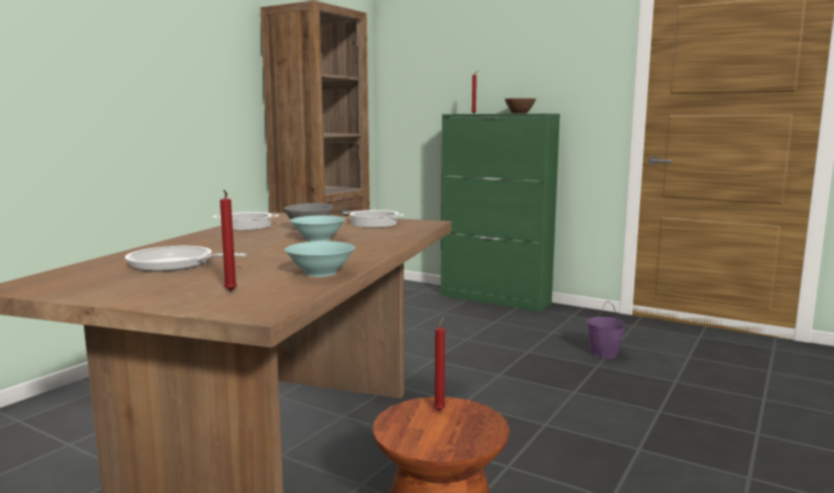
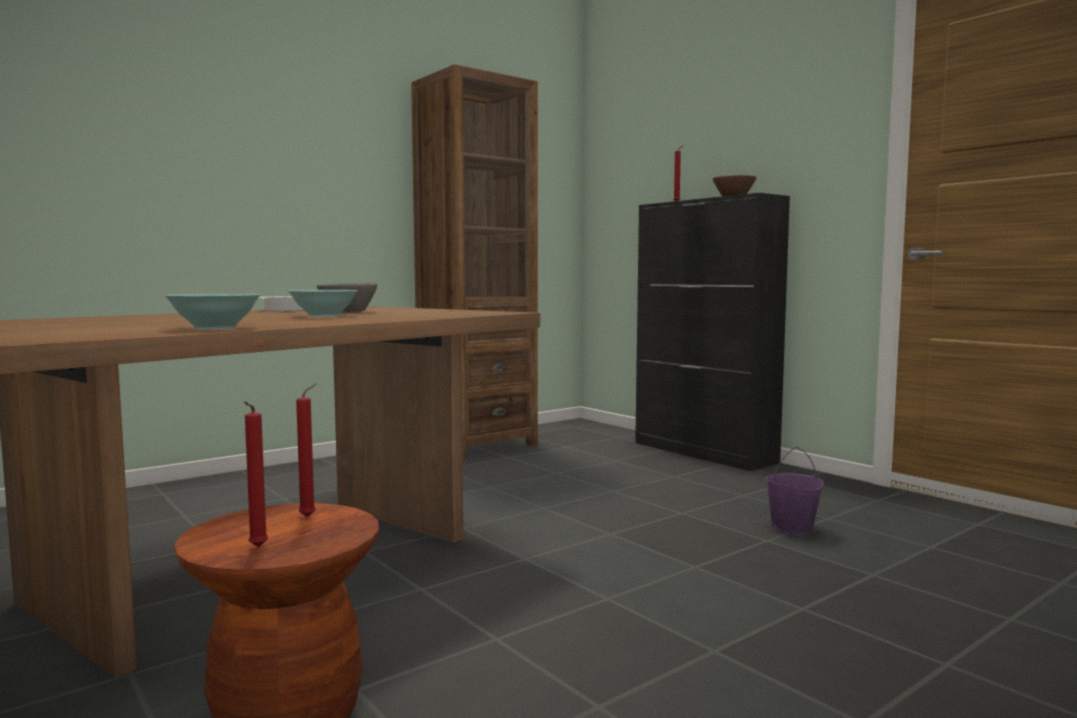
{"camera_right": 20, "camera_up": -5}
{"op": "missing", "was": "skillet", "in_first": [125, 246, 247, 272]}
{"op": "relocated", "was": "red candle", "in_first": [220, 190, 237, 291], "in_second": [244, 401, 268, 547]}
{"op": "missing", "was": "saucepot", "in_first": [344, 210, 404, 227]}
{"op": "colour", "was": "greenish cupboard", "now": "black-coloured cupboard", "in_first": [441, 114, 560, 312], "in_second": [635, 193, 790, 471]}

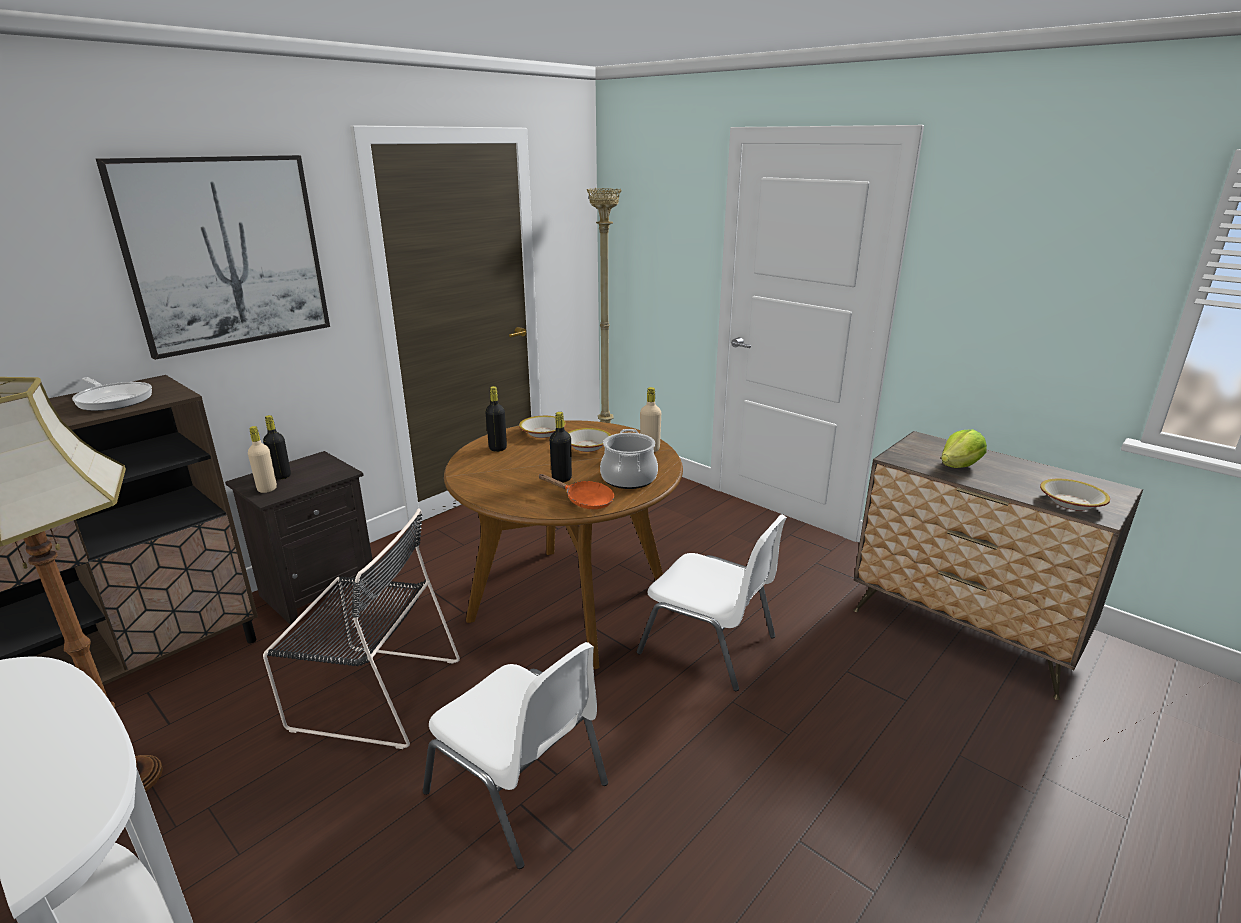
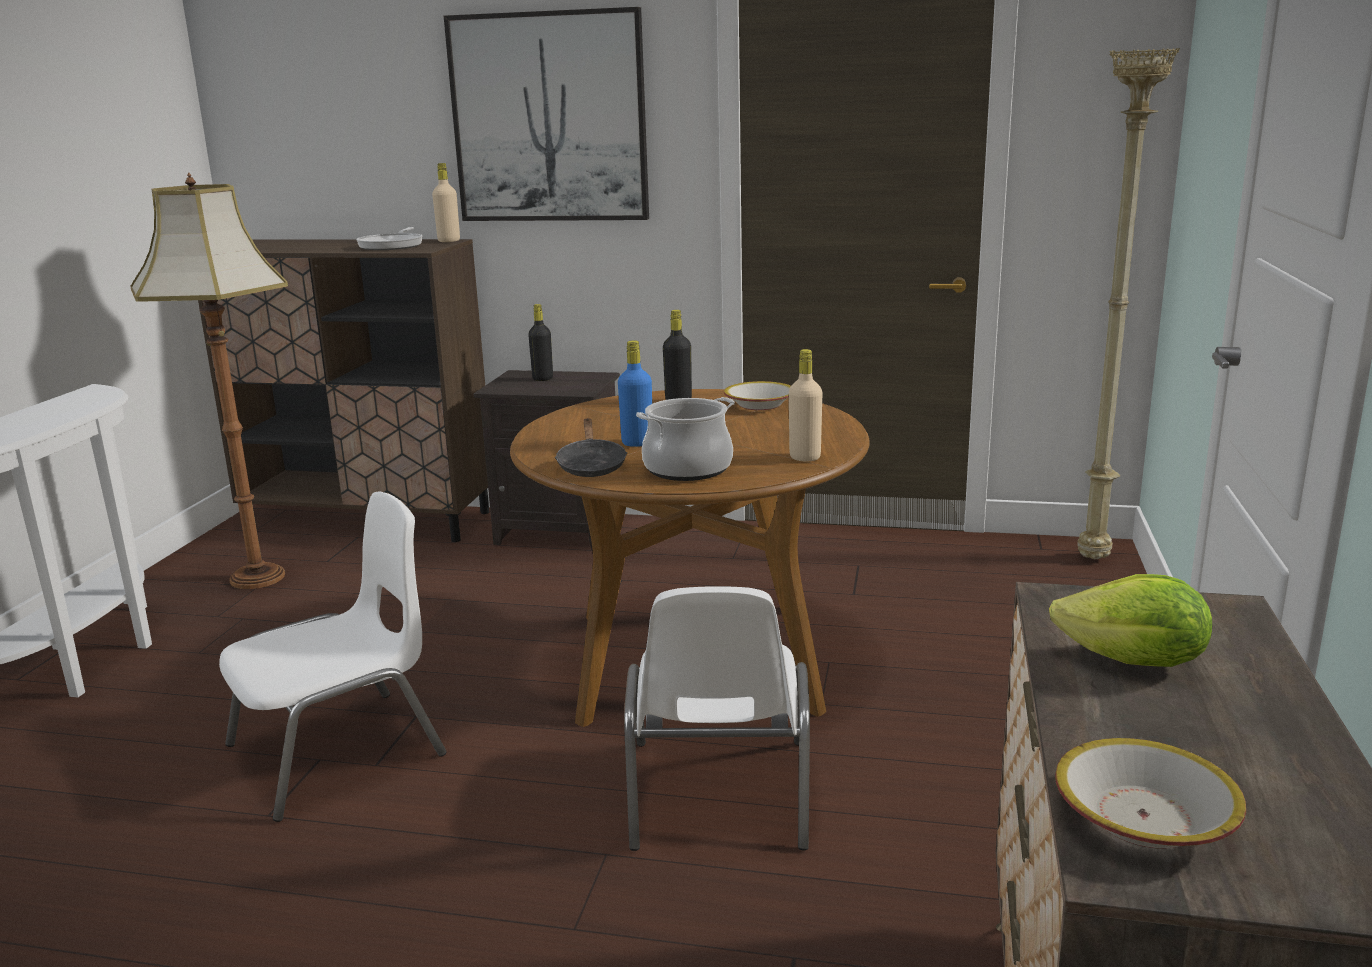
{"camera_right": 60, "camera_up": -5}
{"op": "relocated", "was": "sand-coloured beverage bottle", "in_first": [248, 426, 277, 493], "in_second": [432, 163, 460, 242]}
{"op": "missing", "was": "black-coloured upright chair", "in_first": [263, 508, 460, 749]}
{"op": "spun", "was": "white-coloured upright chair", "in_first": [423, 642, 608, 869], "in_second": [219, 492, 446, 822], "clockwise": -135}
{"op": "colour", "was": "orange skillet", "now": "black-coloured skillet", "in_first": [538, 474, 614, 509], "in_second": [555, 418, 628, 477]}
{"op": "colour", "was": "black-coloured beverage bottle", "now": "blue-coloured beverage bottle", "in_first": [550, 412, 572, 483], "in_second": [618, 340, 652, 447]}
{"op": "missing", "was": "deep dish", "in_first": [568, 428, 611, 452]}

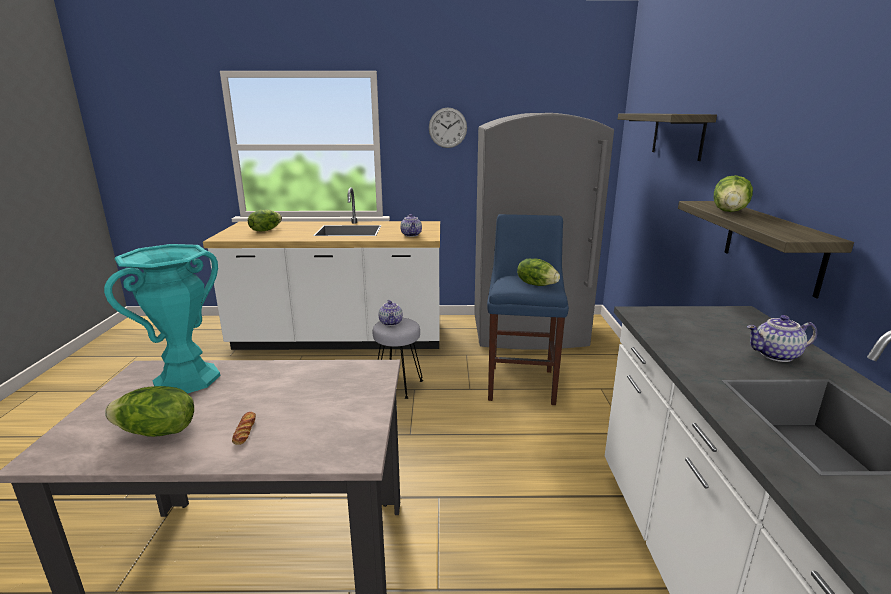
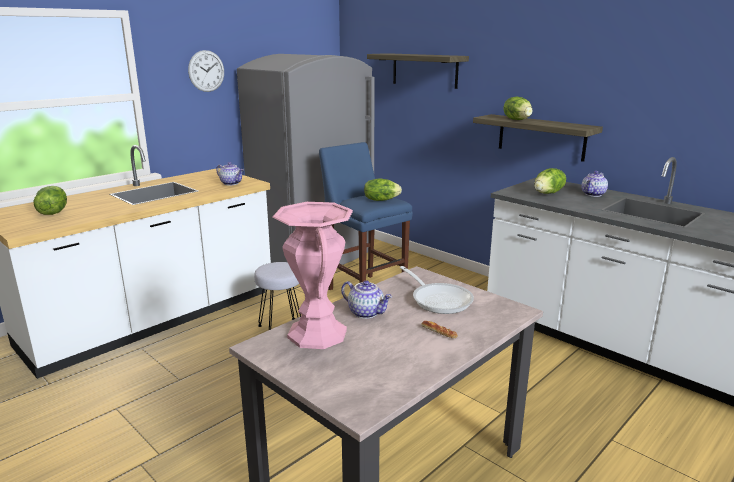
{"camera_right": -45, "camera_up": 0}
{"op": "colour", "was": "turquoise decorative vase", "now": "pinkish decorative vase", "in_first": [104, 244, 220, 394], "in_second": [272, 202, 353, 349]}
{"op": "relocated", "was": "lettuce head", "in_first": [105, 386, 194, 437], "in_second": [534, 168, 566, 194]}
{"op": "relocated", "was": "tea pot", "in_first": [379, 300, 403, 326], "in_second": [341, 280, 392, 319]}
{"op": "appeared", "now": "skillet", "in_second": [400, 266, 474, 314]}

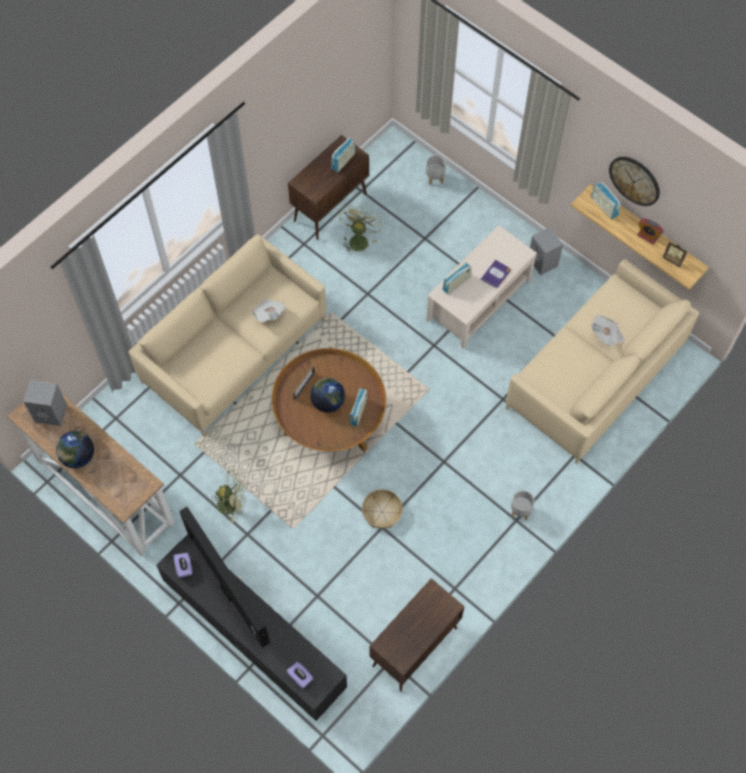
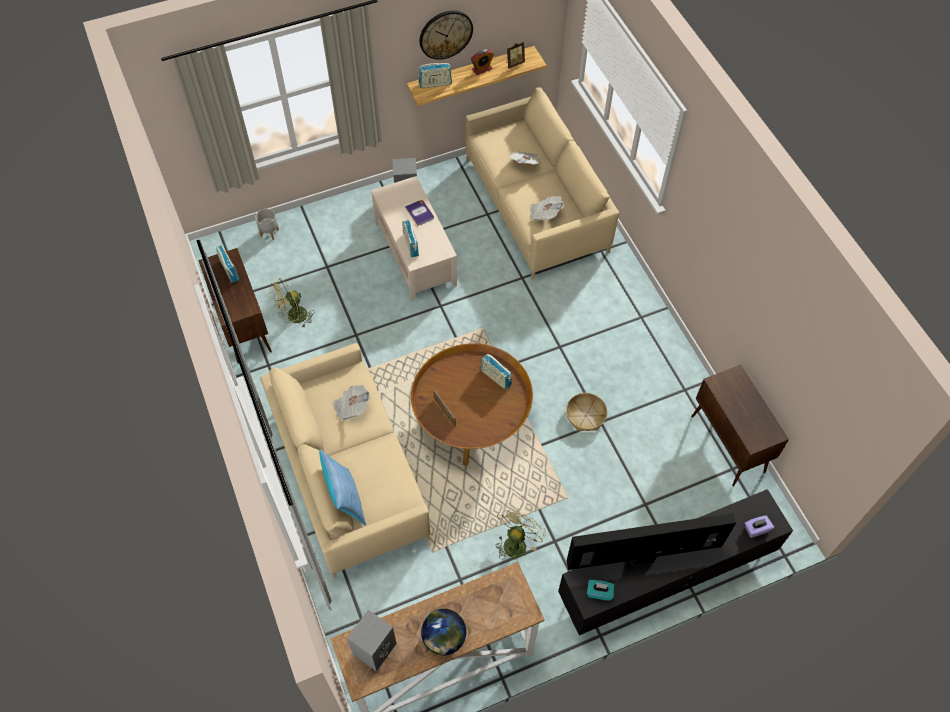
{"camera_right": -65, "camera_up": -5}
{"op": "colour", "was": "purplish tissue box", "now": "turquoise tissue box", "in_first": [173, 553, 192, 578], "in_second": [587, 580, 614, 601]}
{"op": "missing", "was": "desk globe", "in_first": [310, 378, 345, 413]}
{"op": "spun", "was": "greenish cooling fan", "in_first": [339, 205, 382, 255], "in_second": [270, 278, 314, 327], "clockwise": -75}
{"op": "missing", "was": "gray planter", "in_first": [511, 491, 535, 520]}
{"op": "appeared", "now": "pillow", "in_second": [319, 449, 366, 526]}
{"op": "appeared", "now": "daily paper", "in_second": [530, 196, 564, 220]}

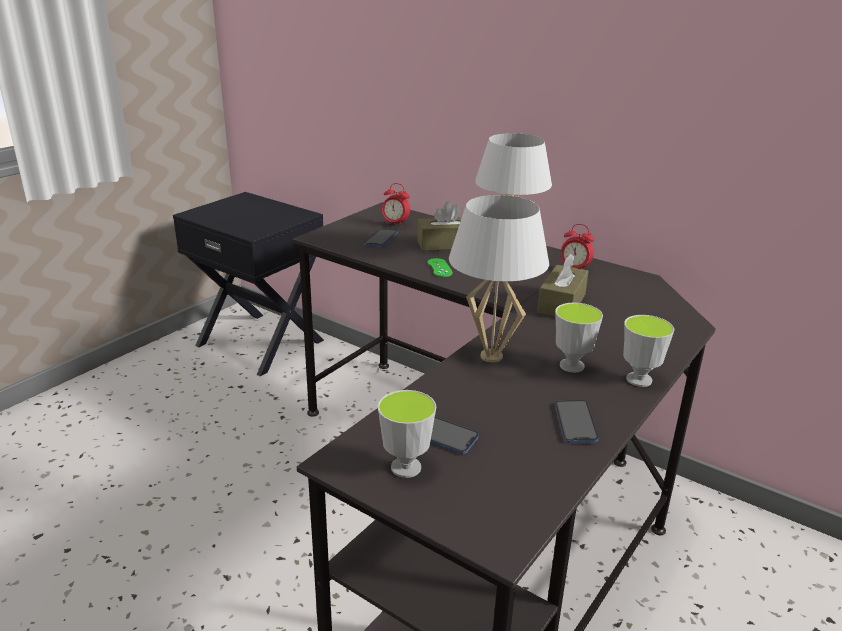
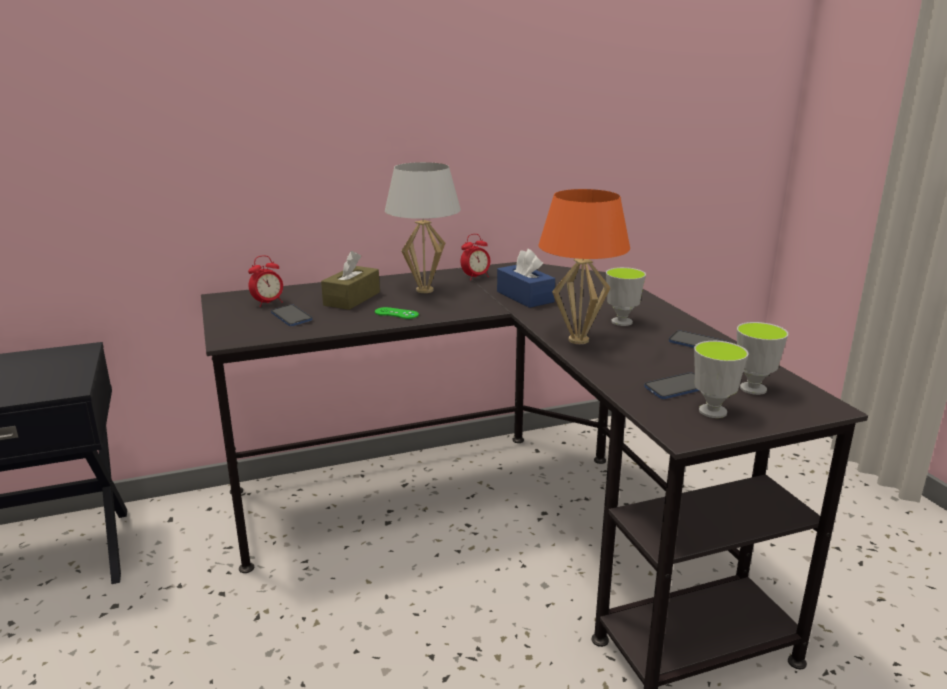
{"camera_right": -55, "camera_up": -5}
{"op": "colour", "was": "white-coloured tabletop lamp", "now": "orange tabletop lamp", "in_first": [449, 195, 549, 363], "in_second": [539, 189, 630, 344]}
{"op": "colour", "was": "brownish tissue box", "now": "blue-coloured tissue box", "in_first": [537, 254, 589, 317], "in_second": [497, 249, 555, 308]}
{"op": "relocated", "was": "drinking cup", "in_first": [623, 315, 674, 387], "in_second": [737, 322, 789, 395]}

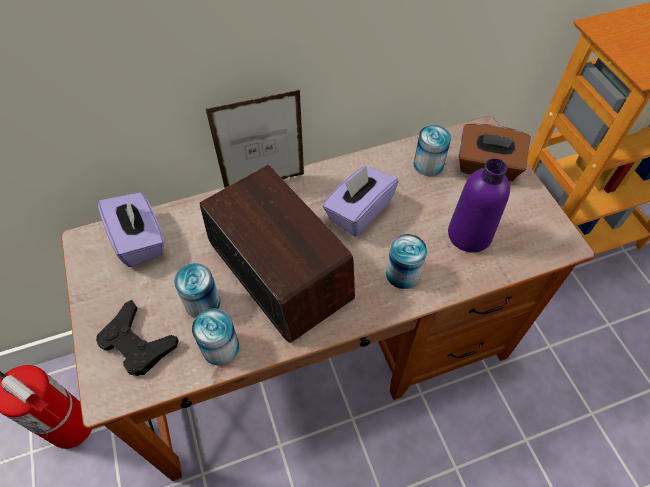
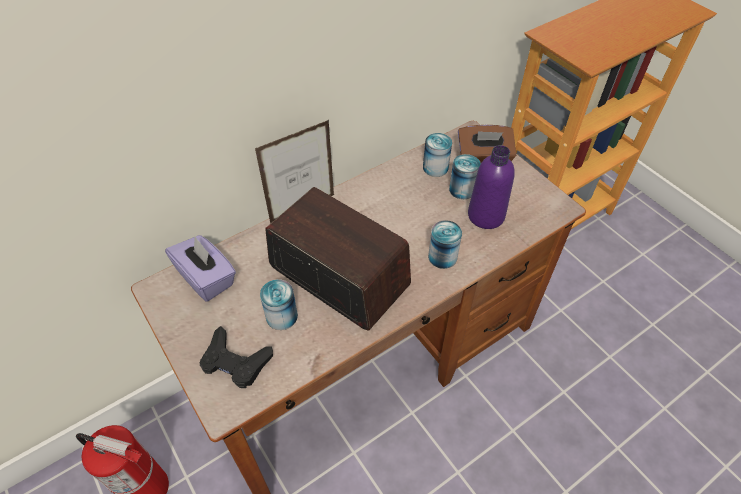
{"camera_right": -15, "camera_up": -5}
{"op": "relocated", "was": "metal can", "in_first": [192, 308, 239, 365], "in_second": [449, 154, 481, 199]}
{"op": "missing", "was": "purplish tissue box", "in_first": [323, 166, 398, 237]}

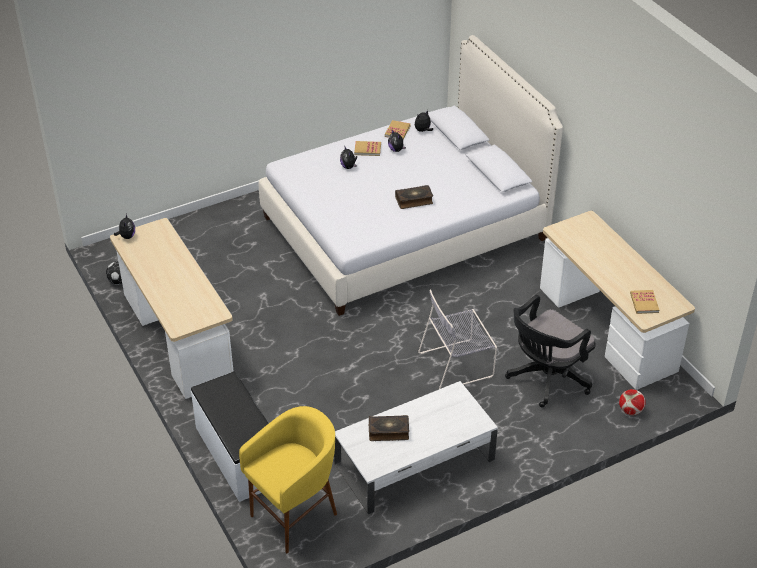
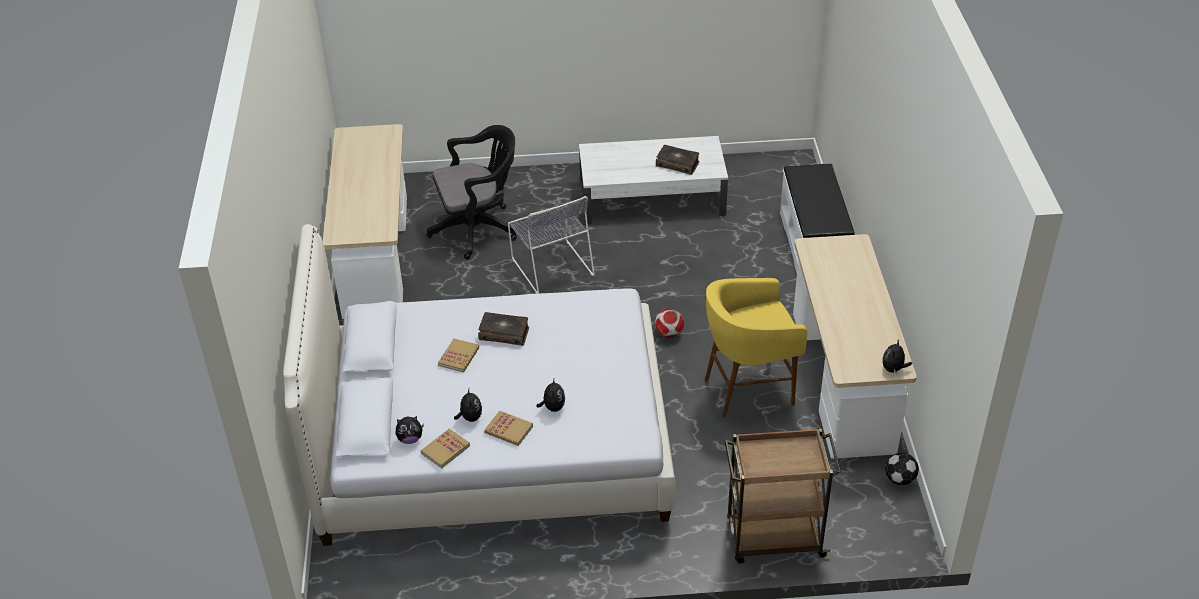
{"camera_right": -155, "camera_up": 0}
{"op": "relocated", "was": "yellow-coloured stool", "in_first": [239, 406, 337, 553], "in_second": [705, 278, 807, 417]}
{"op": "spun", "was": "gray upright chair", "in_first": [418, 290, 497, 389], "in_second": [508, 196, 595, 294], "clockwise": 60}
{"op": "relocated", "was": "football ball", "in_first": [619, 389, 646, 415], "in_second": [655, 309, 684, 338]}
{"op": "relocated", "was": "bound book", "in_first": [630, 290, 659, 314], "in_second": [438, 338, 479, 372]}
{"op": "appeared", "now": "brownish cart", "in_second": [724, 429, 841, 564]}

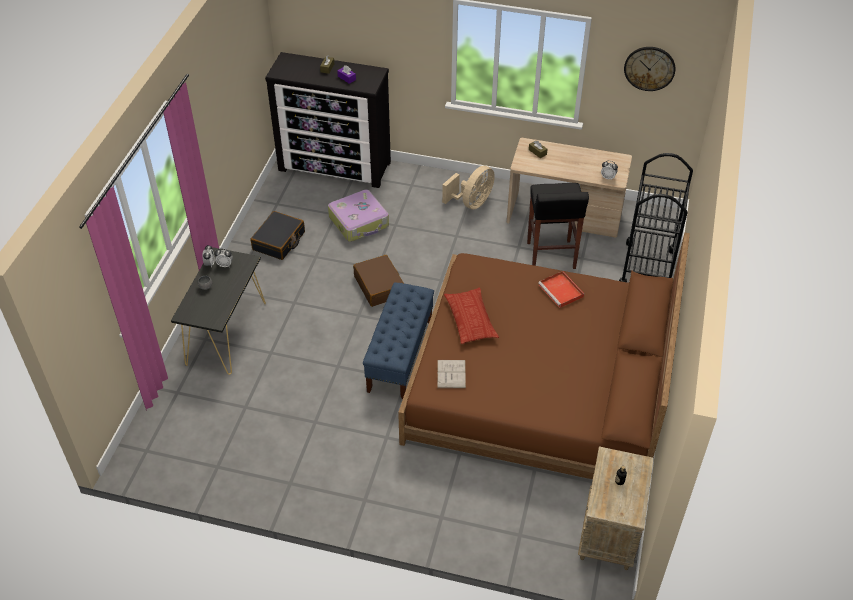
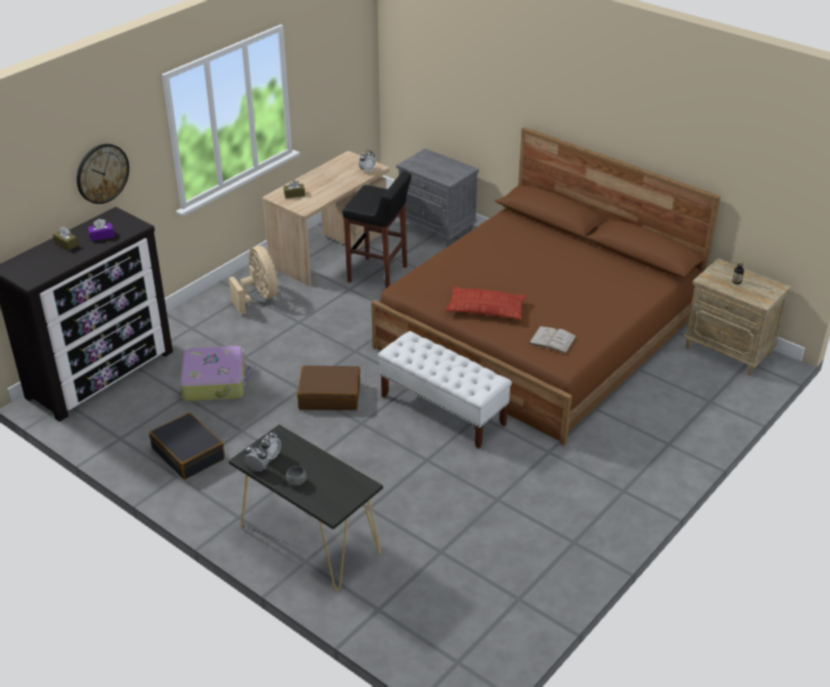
{"camera_right": -65, "camera_up": -10}
{"op": "colour", "was": "blue-coloured long seat", "now": "white-coloured long seat", "in_first": [363, 282, 434, 400], "in_second": [378, 331, 512, 449]}
{"op": "missing", "was": "red serving tray", "in_first": [538, 271, 584, 308]}
{"op": "exchanged", "was": "black-coloured cart", "now": "gray night table", "in_first": [619, 153, 693, 282], "in_second": [396, 148, 479, 247]}
{"op": "relocated", "was": "hanging clock", "in_first": [624, 47, 675, 91], "in_second": [77, 144, 129, 204]}

